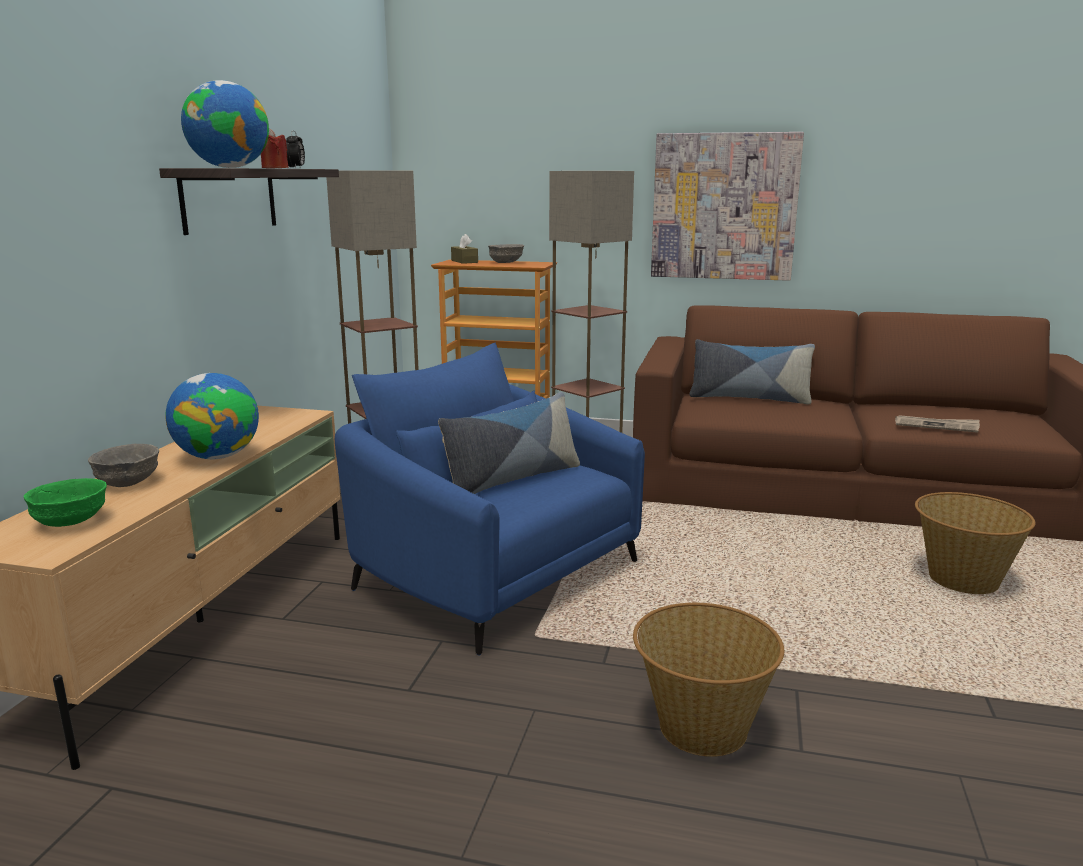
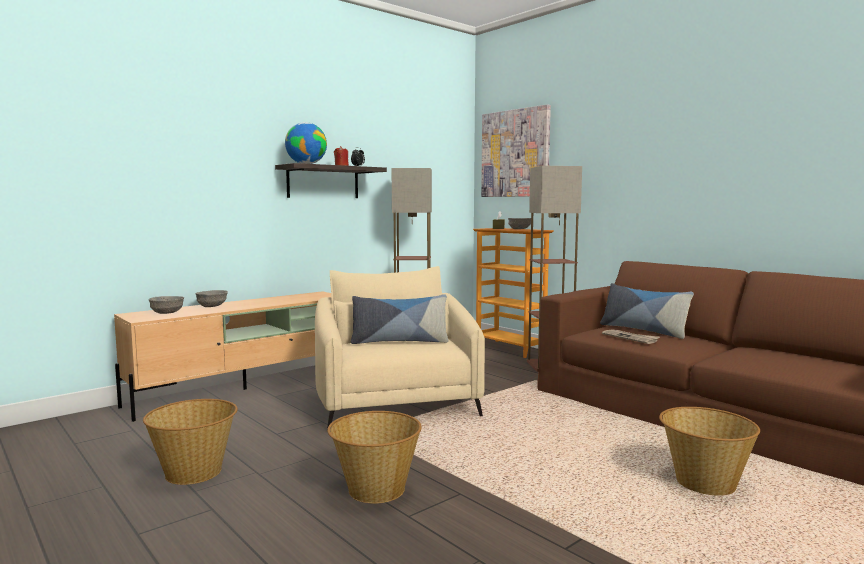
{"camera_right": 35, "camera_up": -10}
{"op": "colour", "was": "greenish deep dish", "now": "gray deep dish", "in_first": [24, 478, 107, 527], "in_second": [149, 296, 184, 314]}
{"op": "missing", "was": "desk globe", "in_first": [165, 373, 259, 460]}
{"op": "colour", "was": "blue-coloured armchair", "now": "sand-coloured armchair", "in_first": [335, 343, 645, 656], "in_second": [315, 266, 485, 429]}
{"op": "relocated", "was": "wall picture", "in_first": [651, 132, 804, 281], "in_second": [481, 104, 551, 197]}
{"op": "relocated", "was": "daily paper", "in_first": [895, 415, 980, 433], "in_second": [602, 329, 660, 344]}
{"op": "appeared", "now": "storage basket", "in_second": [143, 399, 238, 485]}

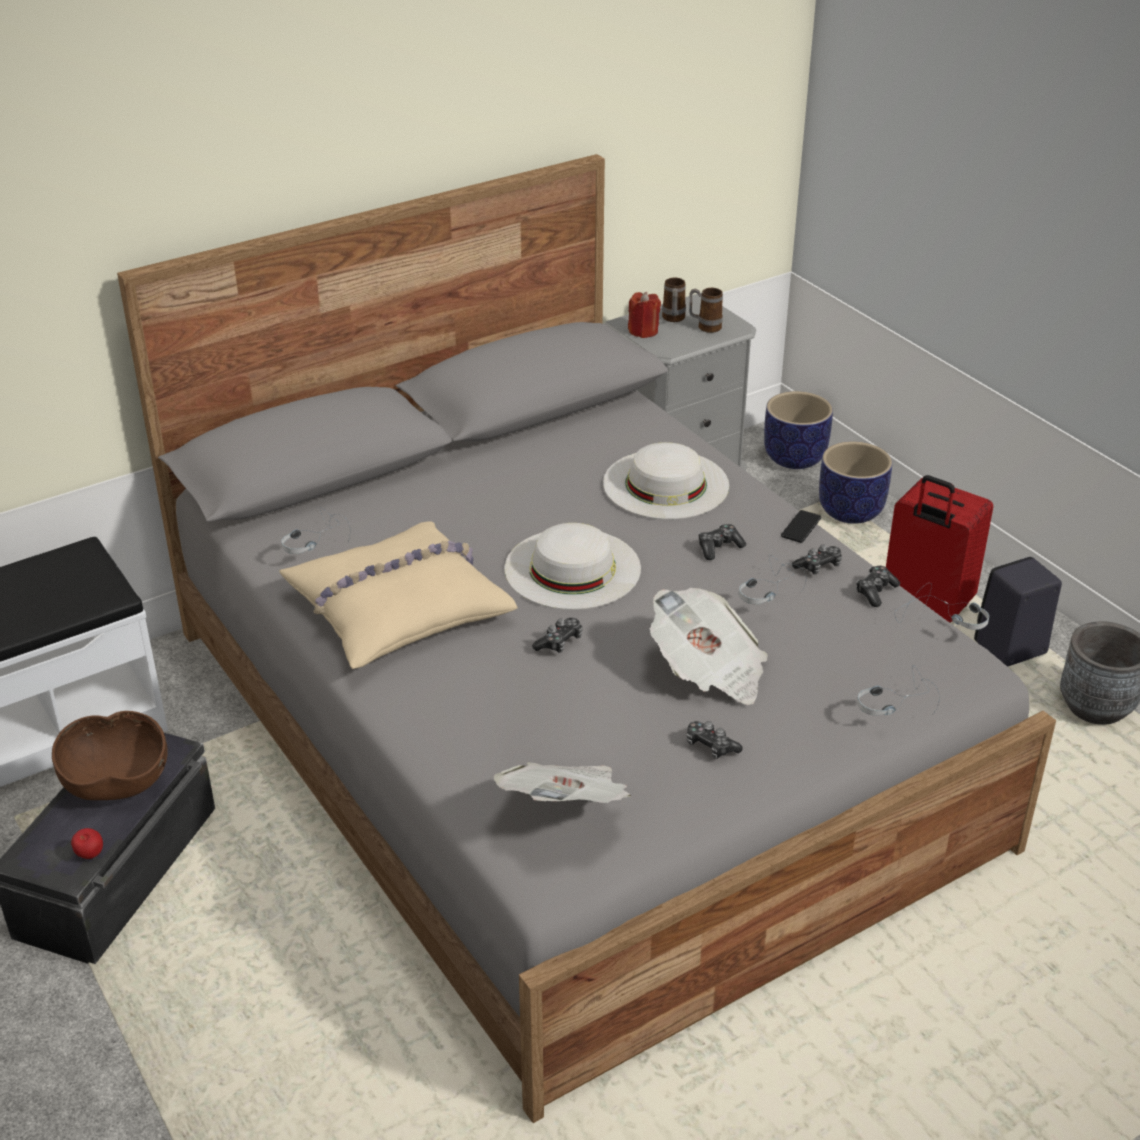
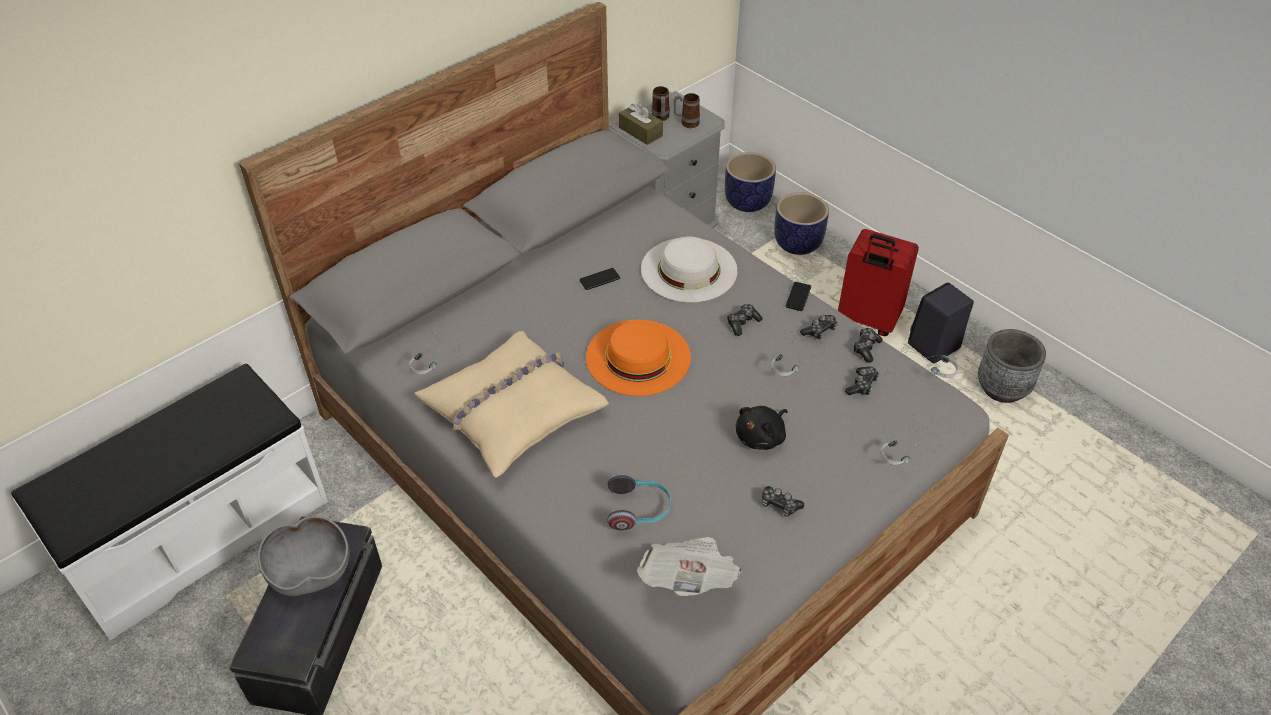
{"camera_right": -10, "camera_up": 10}
{"op": "colour", "was": "brownish deep dish", "now": "gray deep dish", "in_first": [52, 711, 168, 800], "in_second": [258, 516, 350, 596]}
{"op": "missing", "was": "apple", "in_first": [71, 828, 103, 859]}
{"op": "colour", "was": "white-coloured hat", "now": "orange hat", "in_first": [504, 523, 641, 610], "in_second": [586, 320, 691, 396]}
{"op": "relocated", "was": "gamepad", "in_first": [532, 618, 583, 653], "in_second": [845, 366, 879, 395]}
{"op": "exchanged", "was": "red candle", "now": "brownish tissue box", "in_first": [628, 292, 661, 338], "in_second": [619, 102, 663, 145]}
{"op": "exchanged", "was": "daily paper", "now": "black-coloured soft toy", "in_first": [650, 588, 768, 705], "in_second": [736, 406, 788, 450]}
{"op": "appeared", "now": "phone", "in_second": [579, 268, 620, 290]}
{"op": "appeared", "now": "pair of headphones", "in_second": [607, 474, 671, 531]}

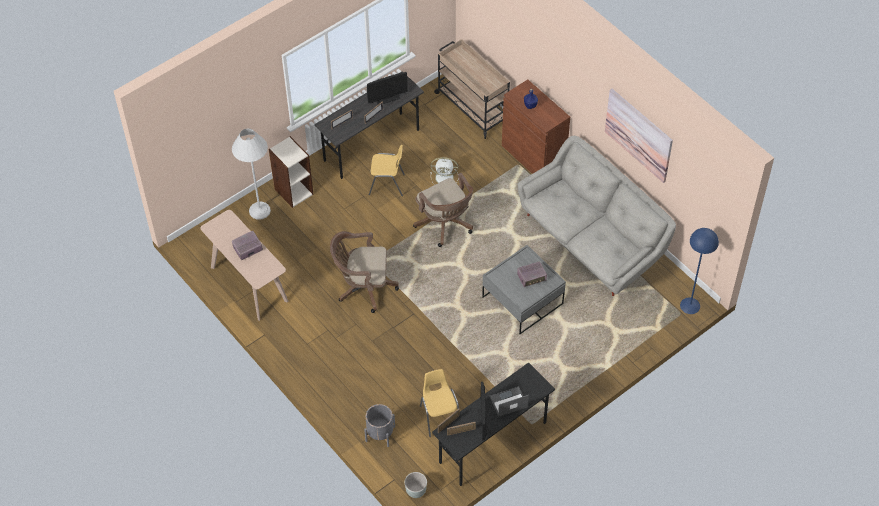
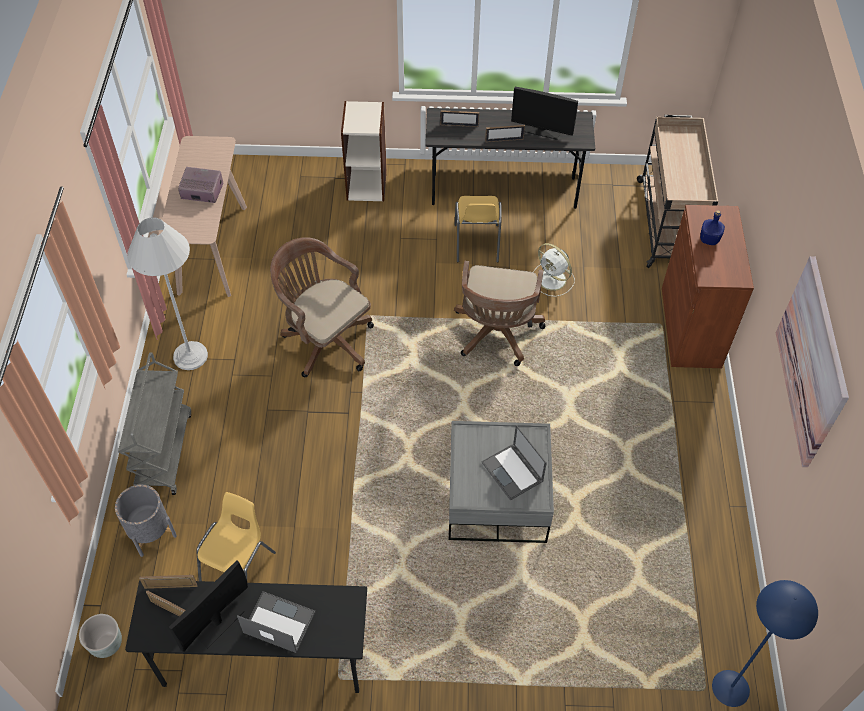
{"camera_right": 40, "camera_up": 0}
{"op": "relocated", "was": "white-coloured floor lamp", "in_first": [232, 129, 271, 220], "in_second": [127, 217, 208, 370]}
{"op": "spun", "was": "yellow-coloured upright chair", "in_first": [369, 145, 405, 196], "in_second": [454, 196, 502, 263], "clockwise": 45}
{"op": "exchanged", "was": "radio receiver", "now": "portable computer", "in_first": [517, 261, 547, 288], "in_second": [482, 425, 547, 501]}
{"op": "missing", "was": "gray sofa", "in_first": [518, 136, 676, 296]}
{"op": "appeared", "now": "gray cart", "in_second": [118, 352, 191, 495]}

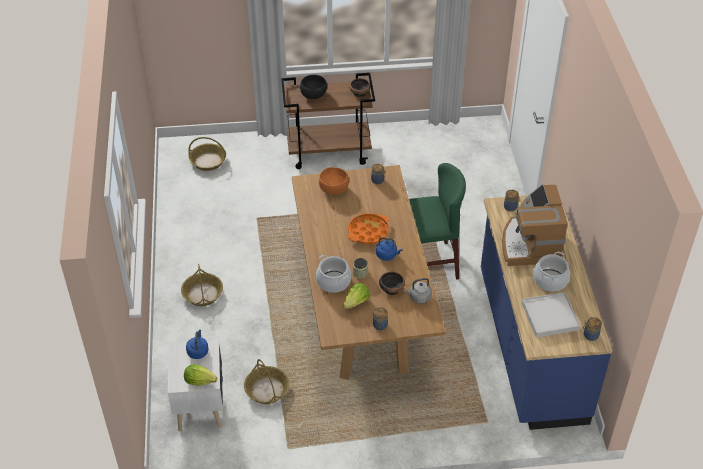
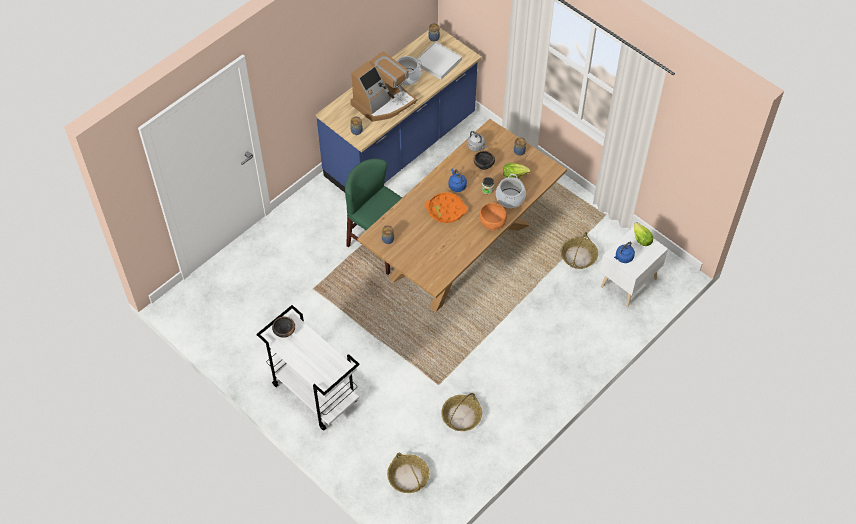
{"camera_right": -130, "camera_up": 10}
{"op": "relocated", "was": "storage basket", "in_first": [181, 264, 223, 306], "in_second": [441, 393, 482, 431]}
{"op": "colour", "was": "brownish cart", "now": "white-coloured cart", "in_first": [281, 73, 375, 169], "in_second": [257, 305, 360, 431]}
{"op": "missing", "was": "black-coloured deep dish", "in_first": [300, 75, 327, 99]}
{"op": "relocated", "was": "orange deep dish", "in_first": [319, 167, 349, 195], "in_second": [479, 203, 507, 231]}

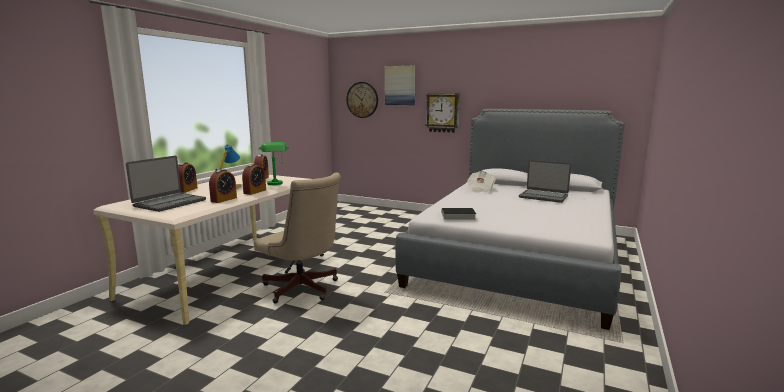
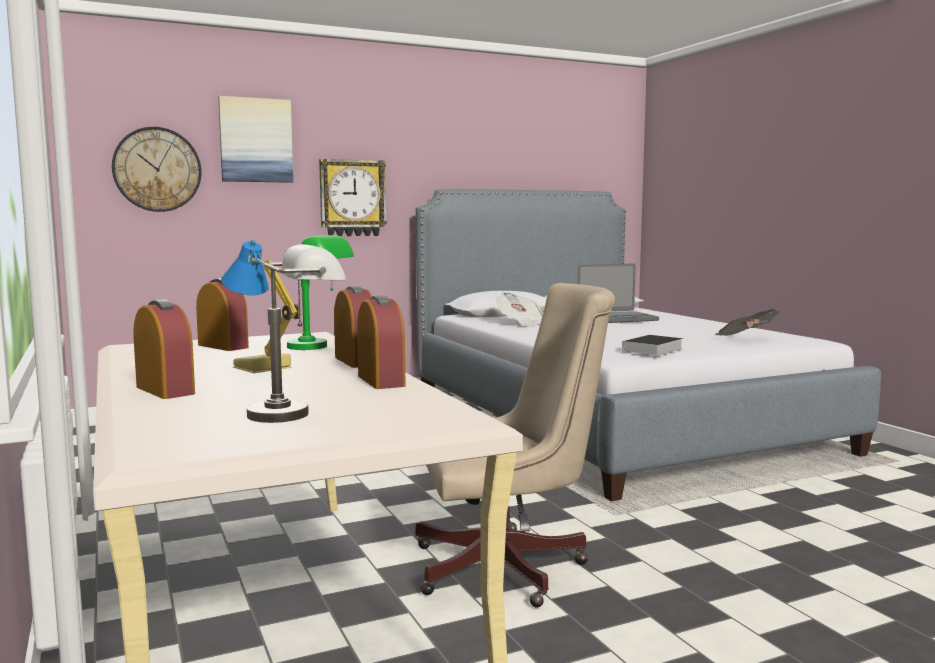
{"camera_right": -50, "camera_up": -5}
{"op": "exchanged", "was": "portable computer", "now": "gray tabletop lamp", "in_first": [126, 156, 206, 212], "in_second": [247, 244, 346, 423]}
{"op": "appeared", "now": "daily paper", "in_second": [715, 309, 779, 336]}

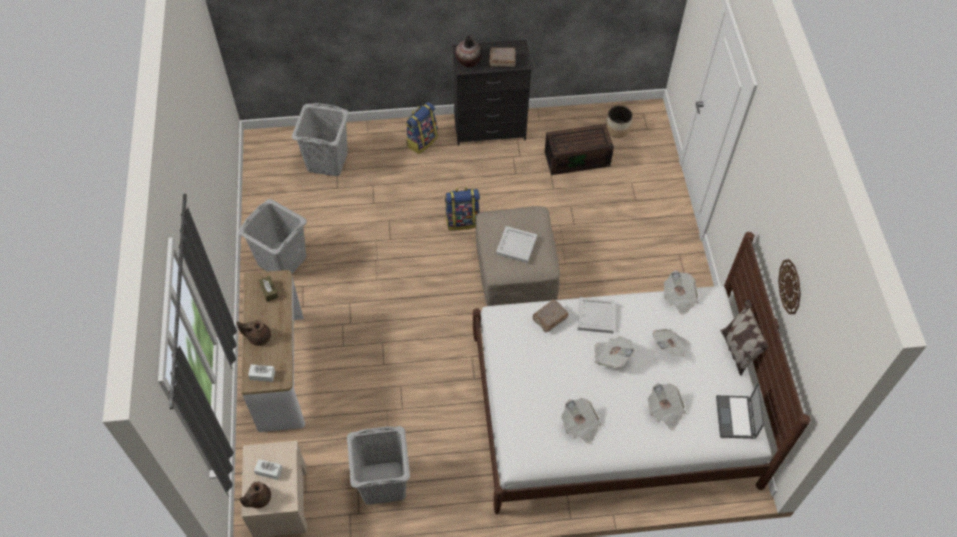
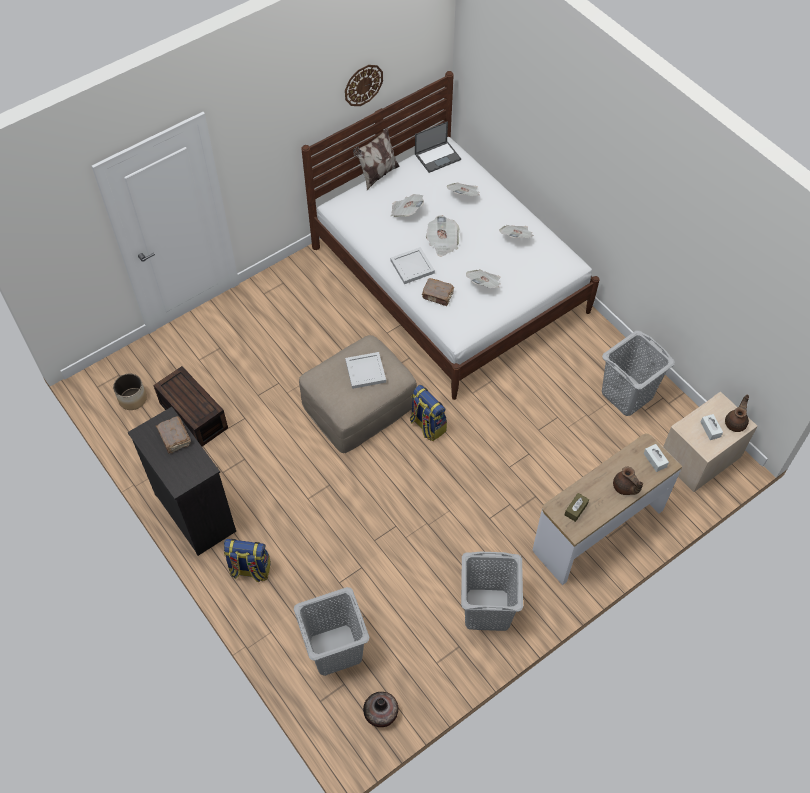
{"camera_right": -120, "camera_up": 0}
{"op": "spun", "was": "brownish tea pot", "in_first": [239, 481, 271, 508], "in_second": [725, 394, 749, 432], "clockwise": -75}
{"op": "relocated", "was": "knapsack", "in_first": [445, 187, 480, 231], "in_second": [410, 385, 447, 441]}
{"op": "relocated", "was": "decorative vase", "in_first": [455, 36, 483, 67], "in_second": [363, 692, 398, 727]}
{"op": "relocated", "was": "daily paper", "in_first": [664, 270, 699, 315], "in_second": [466, 269, 501, 288]}

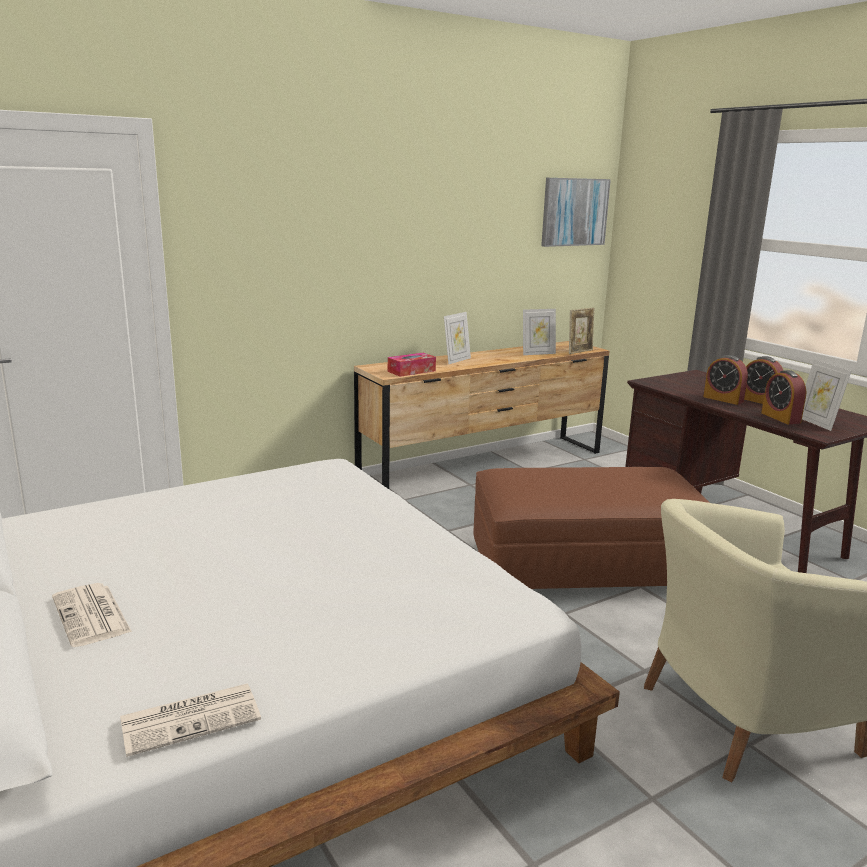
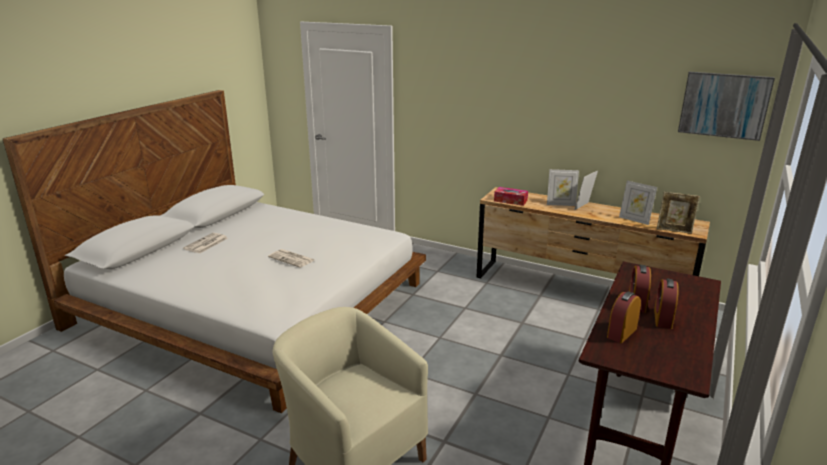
{"camera_right": 60, "camera_up": 5}
{"op": "relocated", "was": "daily paper", "in_first": [120, 684, 261, 757], "in_second": [268, 249, 314, 268]}
{"op": "missing", "was": "brownish footrest", "in_first": [473, 467, 710, 589]}
{"op": "relocated", "was": "photo frame", "in_first": [802, 360, 851, 431], "in_second": [574, 171, 598, 210]}

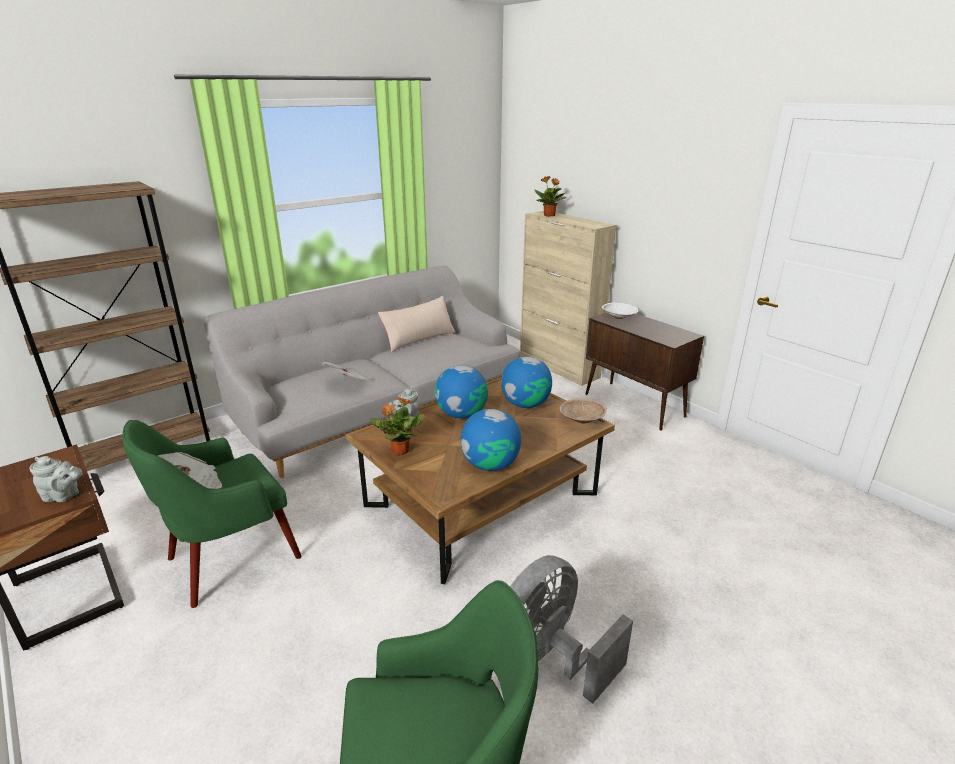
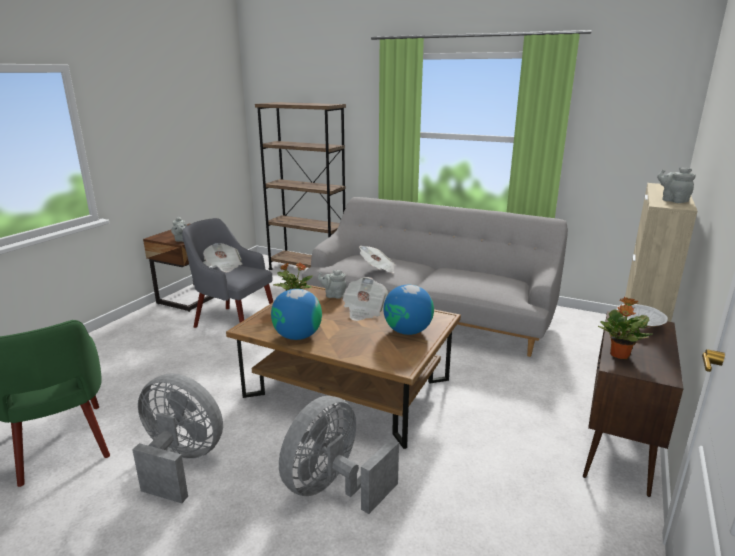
{"camera_right": 65, "camera_up": -5}
{"op": "colour", "was": "greenish armchair", "now": "gray armchair", "in_first": [122, 420, 302, 608], "in_second": [182, 218, 273, 328]}
{"op": "missing", "was": "sand-coloured pillow", "in_first": [378, 296, 455, 352]}
{"op": "exchanged", "was": "desk globe", "now": "daily paper", "in_first": [435, 365, 488, 418], "in_second": [342, 277, 388, 321]}
{"op": "relocated", "was": "plant in a pot", "in_first": [534, 176, 567, 217], "in_second": [598, 297, 652, 359]}
{"op": "missing", "was": "sand-coloured deep dish", "in_first": [559, 398, 607, 423]}
{"op": "appeared", "now": "gray cooling fan", "in_second": [279, 396, 399, 514]}
{"op": "appeared", "now": "gray tea pot", "in_second": [657, 167, 696, 203]}

